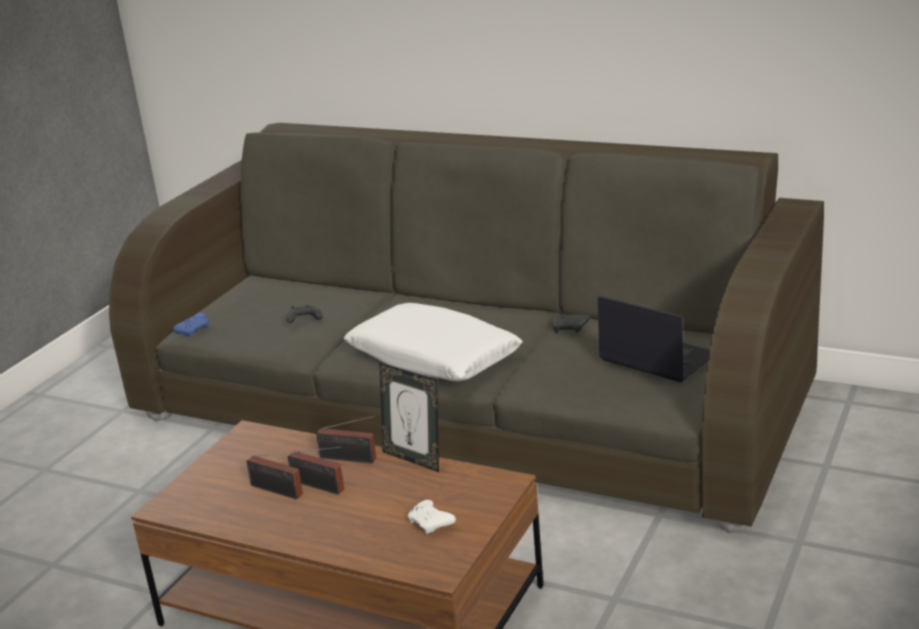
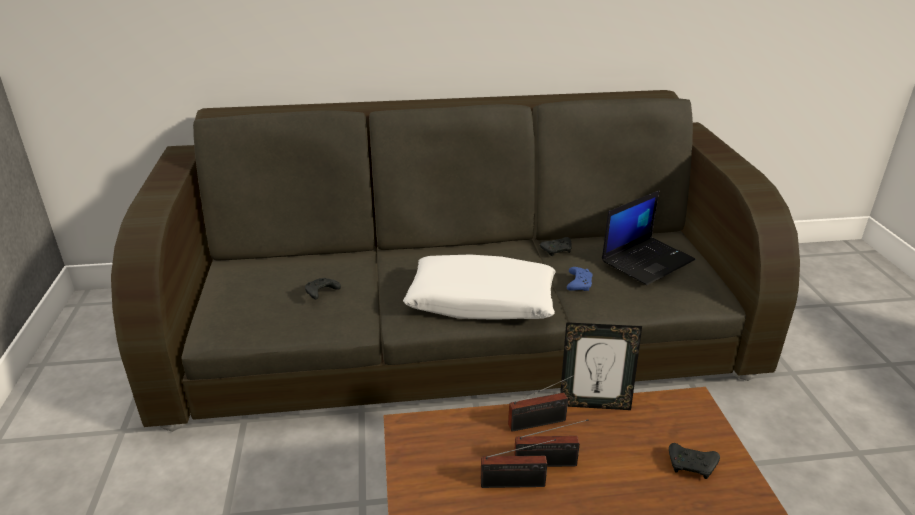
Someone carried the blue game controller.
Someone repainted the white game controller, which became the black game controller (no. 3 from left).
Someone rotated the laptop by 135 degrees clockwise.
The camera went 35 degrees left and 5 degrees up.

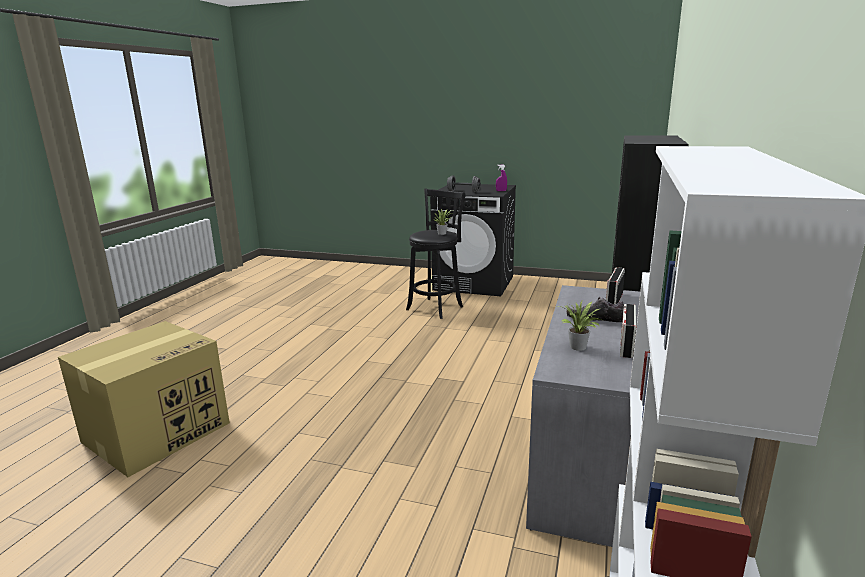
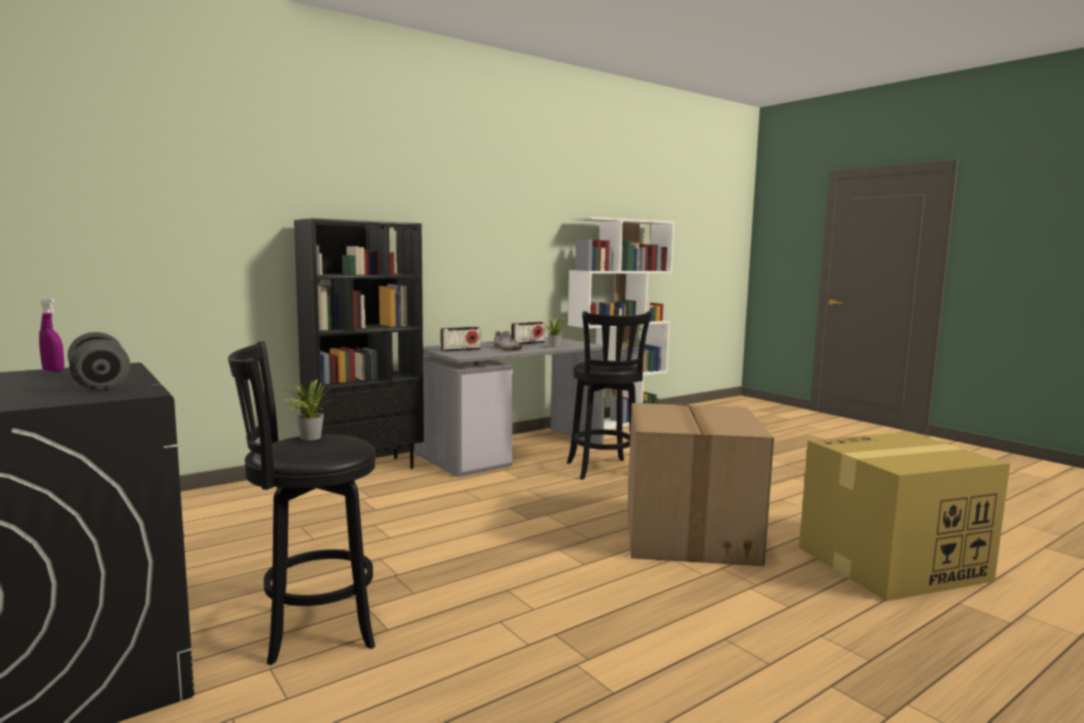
Someone put down the black stool (no. 2 from left).
Someone put down the cardboard box (no. 1 from left).
The camera went 145 degrees left and 10 degrees down.

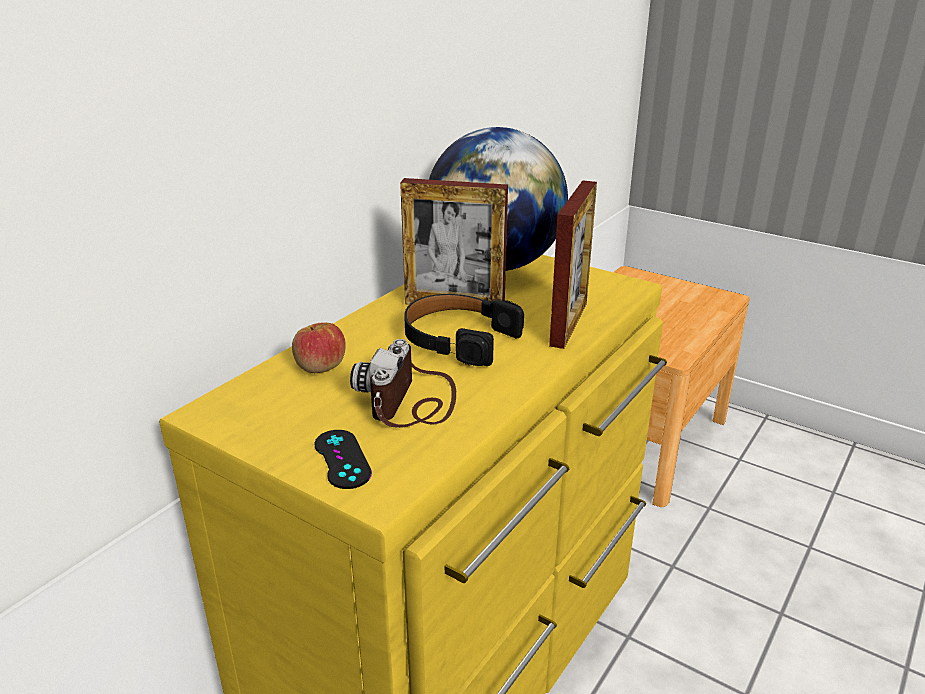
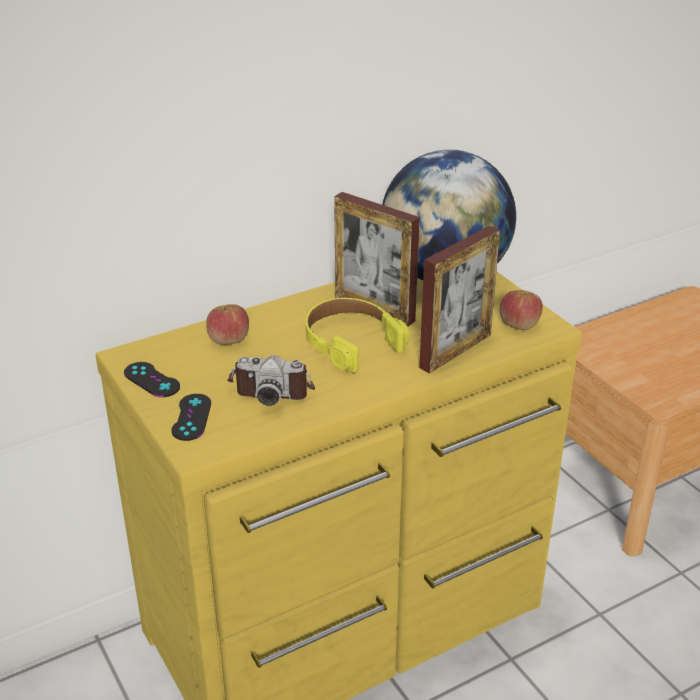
Someone rotated the photo camera by 120 degrees counterclockwise.
Someone repainted the black headphones, which became the yellow headphones.
Someone put down the black game controller (no. 1 from left).
Someone put down the apple (no. 2 from left).
The camera went 25 degrees right and 5 degrees up.

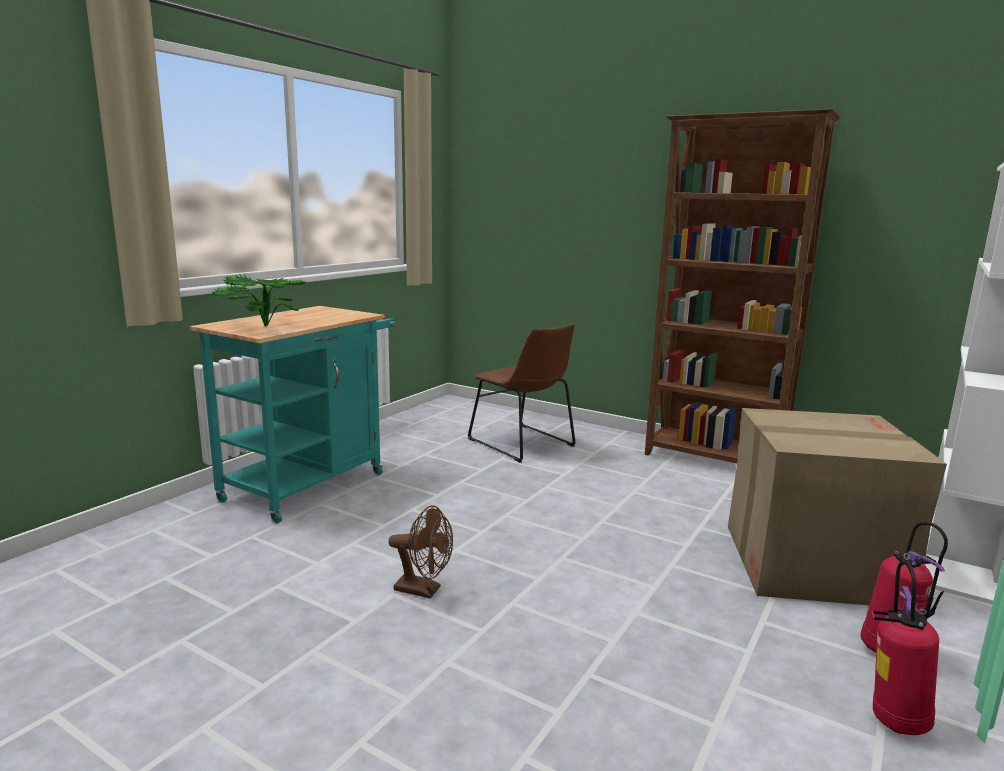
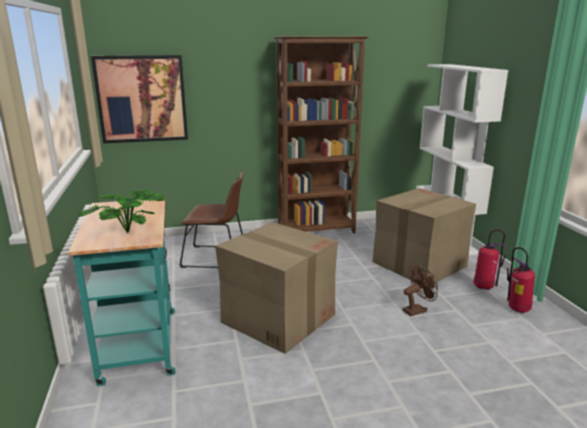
Someone carried the brown fan.
Someone put up the picture.
Someone put down the cardboard box (no. 1 from left).
The camera went 45 degrees left and 5 degrees up.

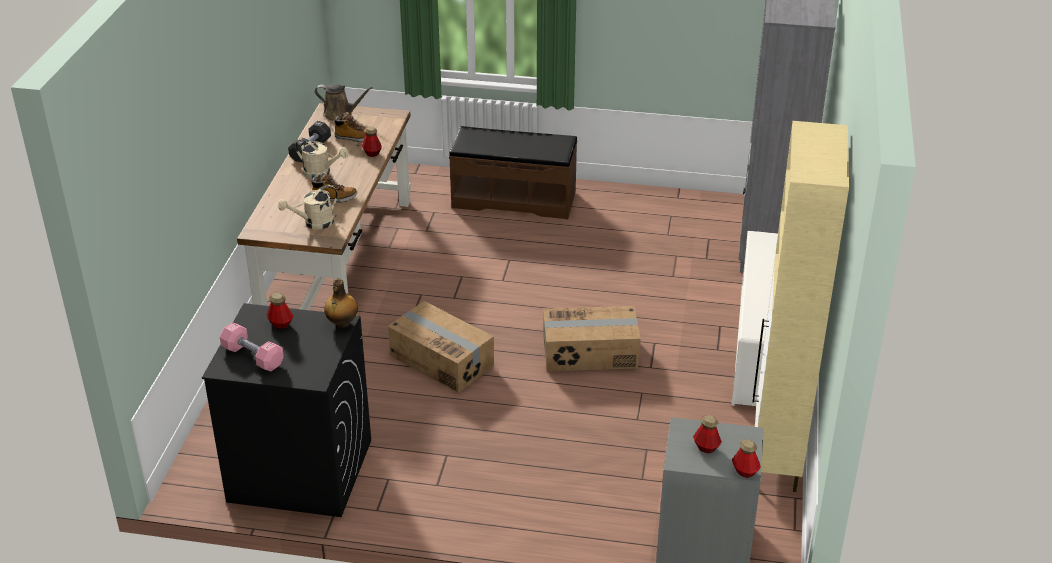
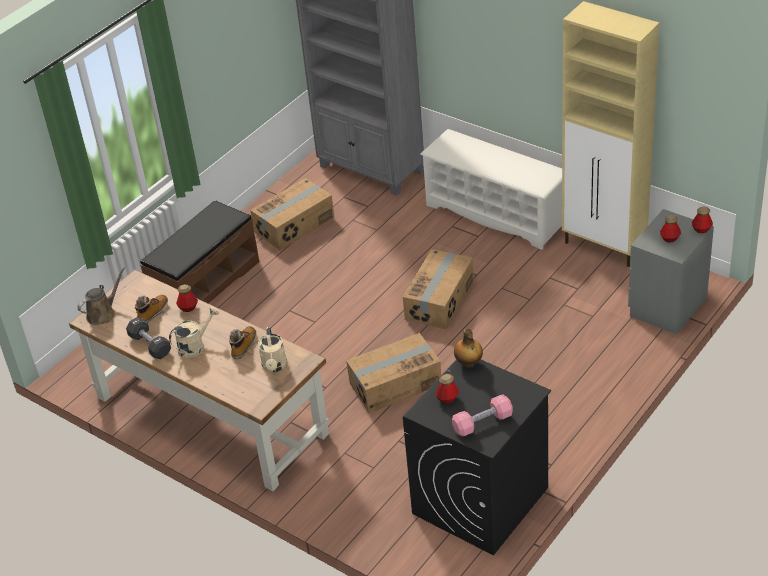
Someone put down the cardboard box (no. 1 from left).
The camera went 60 degrees left and 5 degrees up.

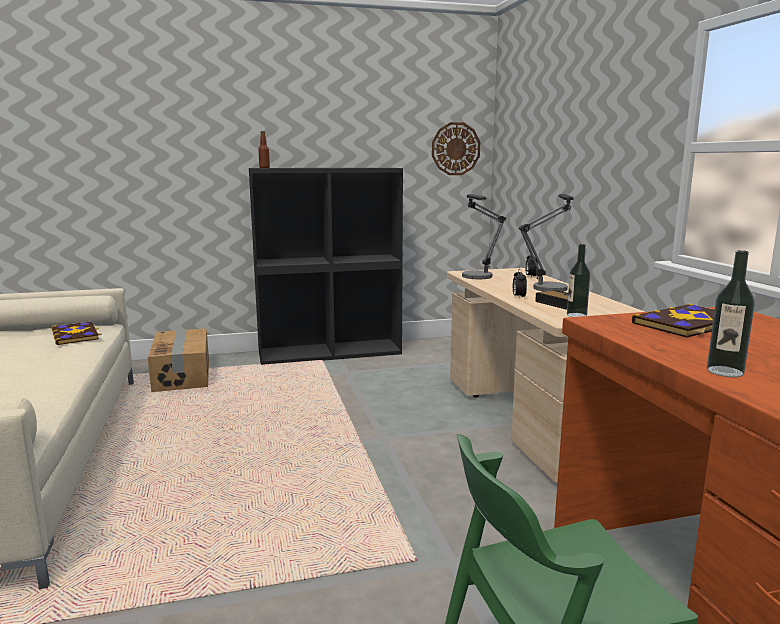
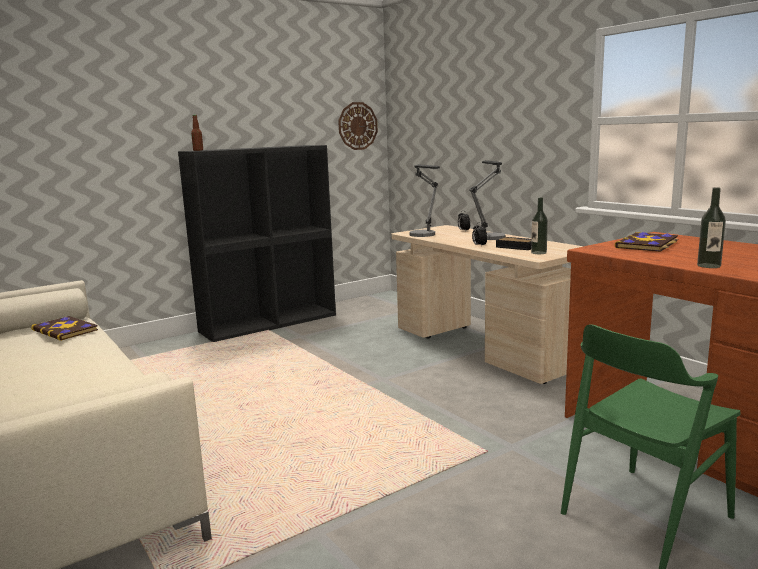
Someone took away the cardboard box.
The camera went 20 degrees left and 0 degrees up.

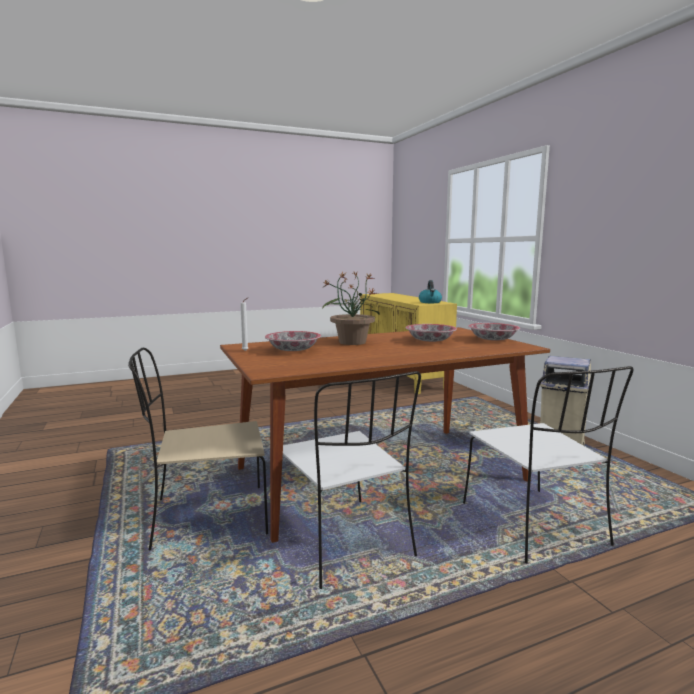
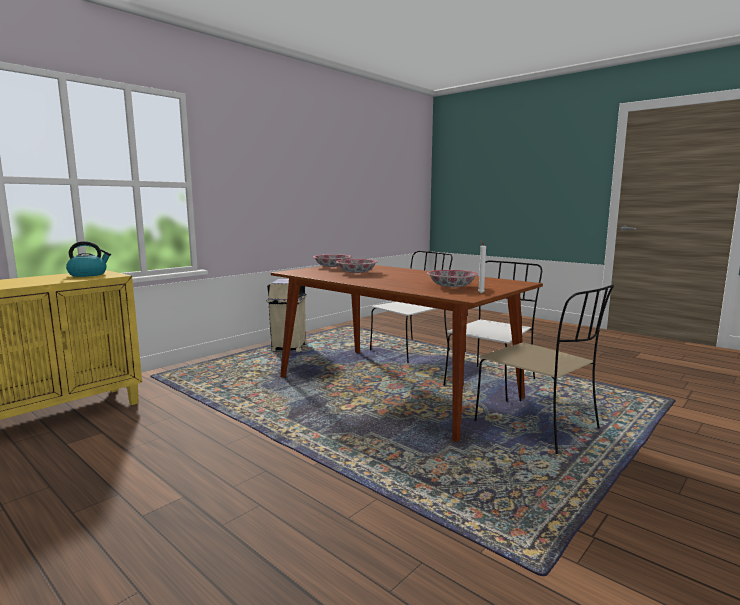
Someone took away the potted plant.
The camera went 115 degrees left and 0 degrees up.

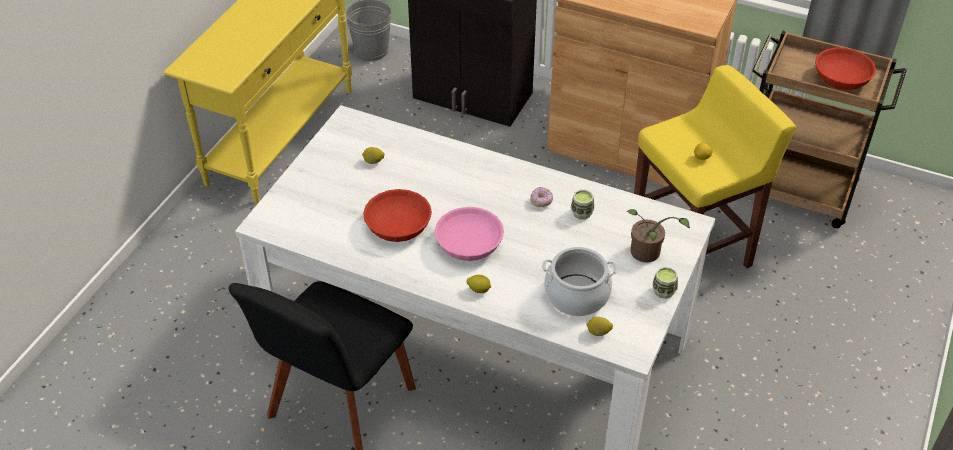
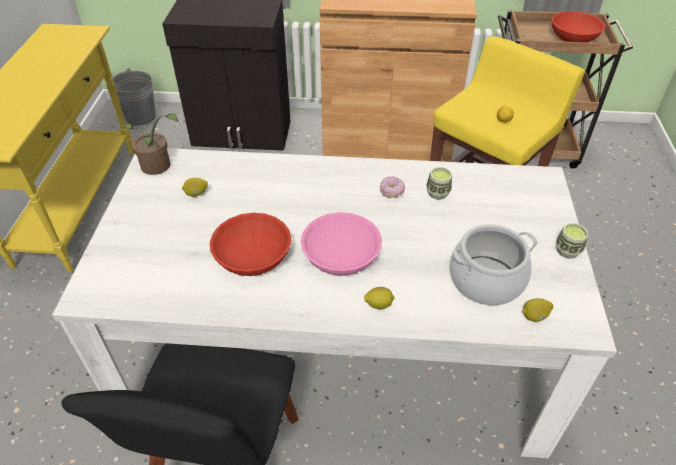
Someone carried the potted plant.
The camera went 20 degrees left and 0 degrees up.

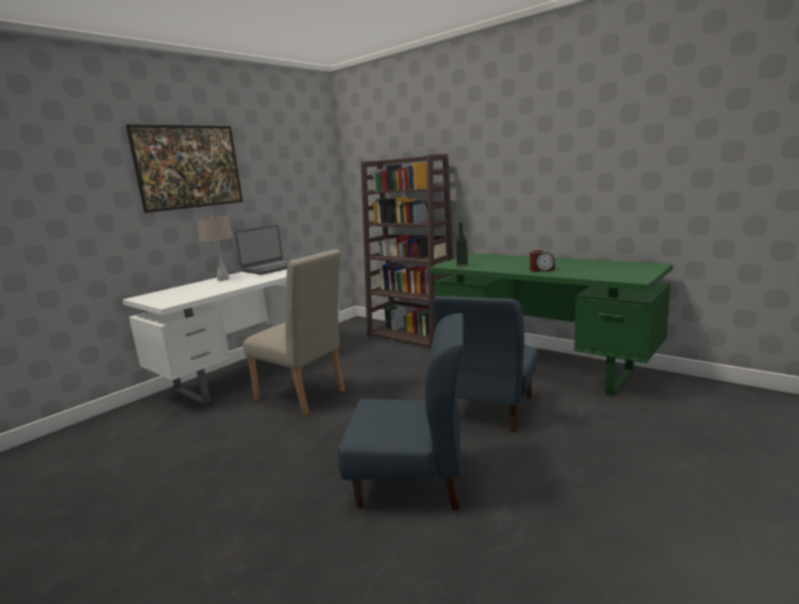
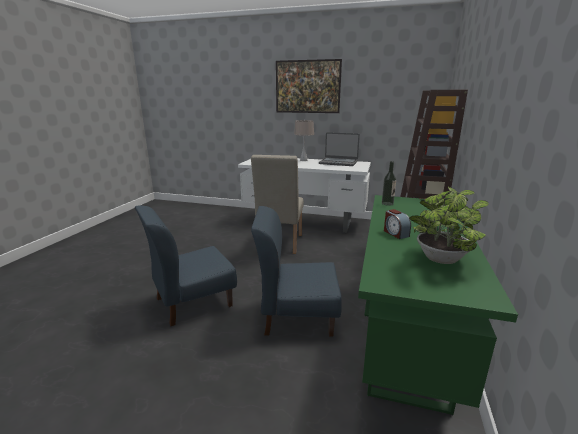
Someone rotated the blue chair (no. 1 from left) by 75 degrees clockwise.
Someone put down the potted plant.
The camera went 65 degrees right and 5 degrees up.

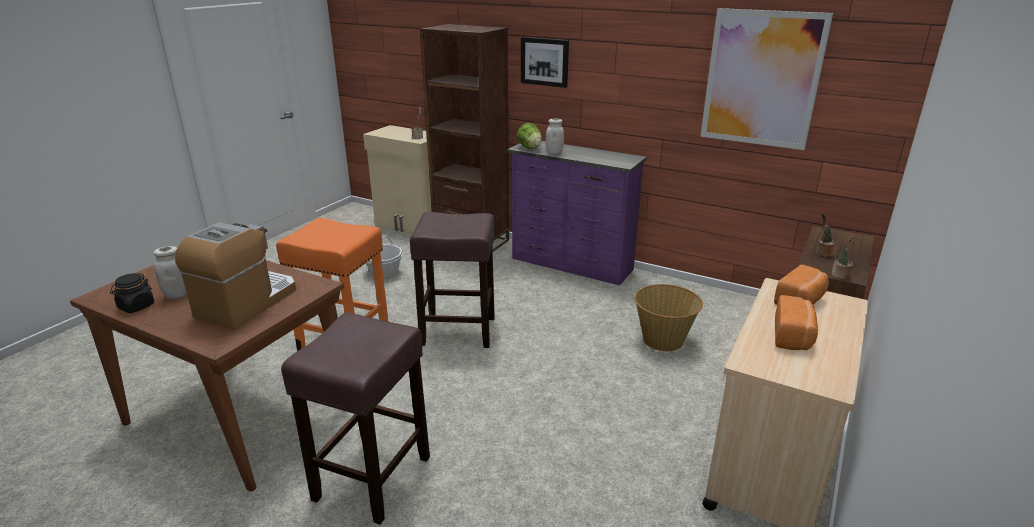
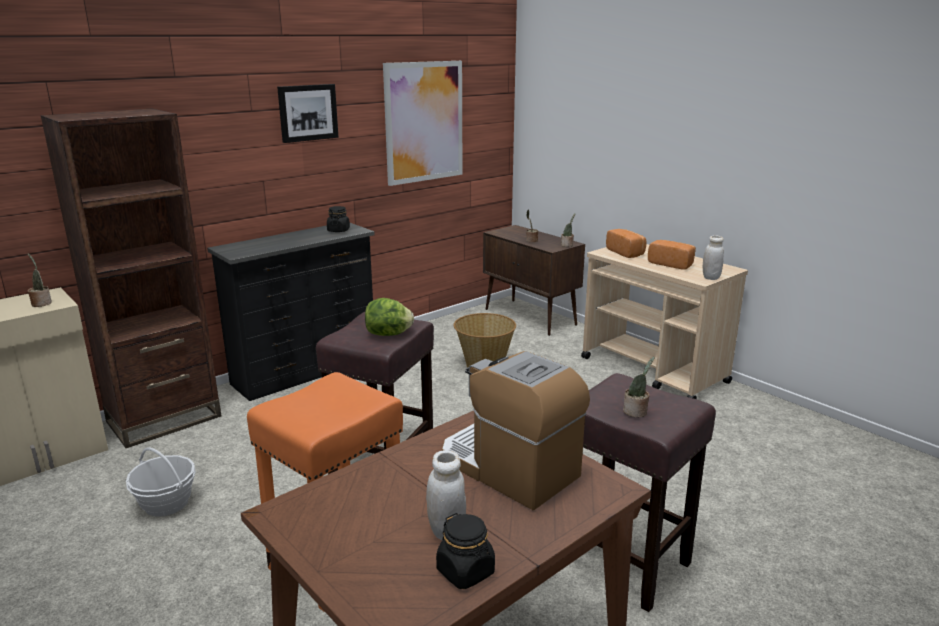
Someone repainted the purple dresser, which became the black dresser.
Someone carried the lettuce.
Someone carried the picture (no. 1 from left).
Someone carried the white jar (no. 2 from left).
Someone put down the black jar (no. 1 from left).
Someone put down the potted plant (no. 4 from left).
The camera went 70 degrees left and 5 degrees down.

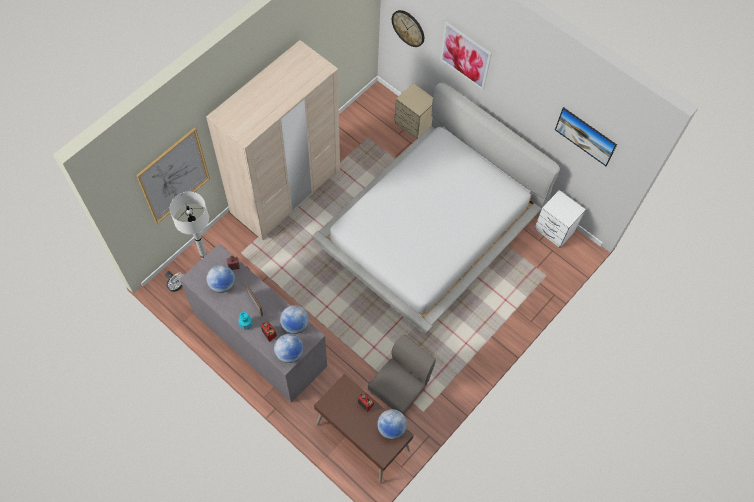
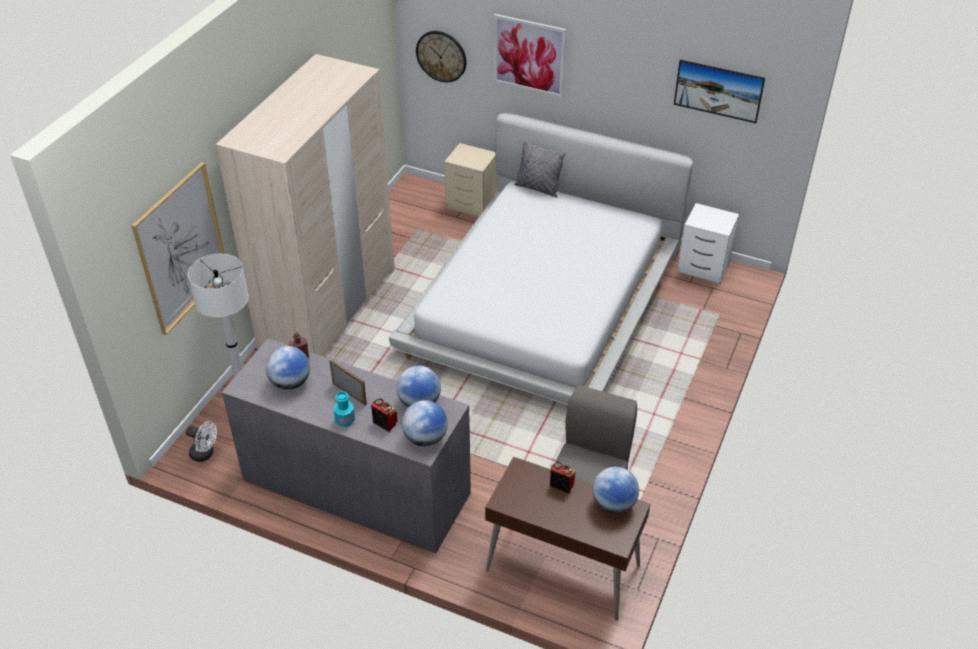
Someone put down the grey pillow.
The camera went 15 degrees left and 20 degrees down.

